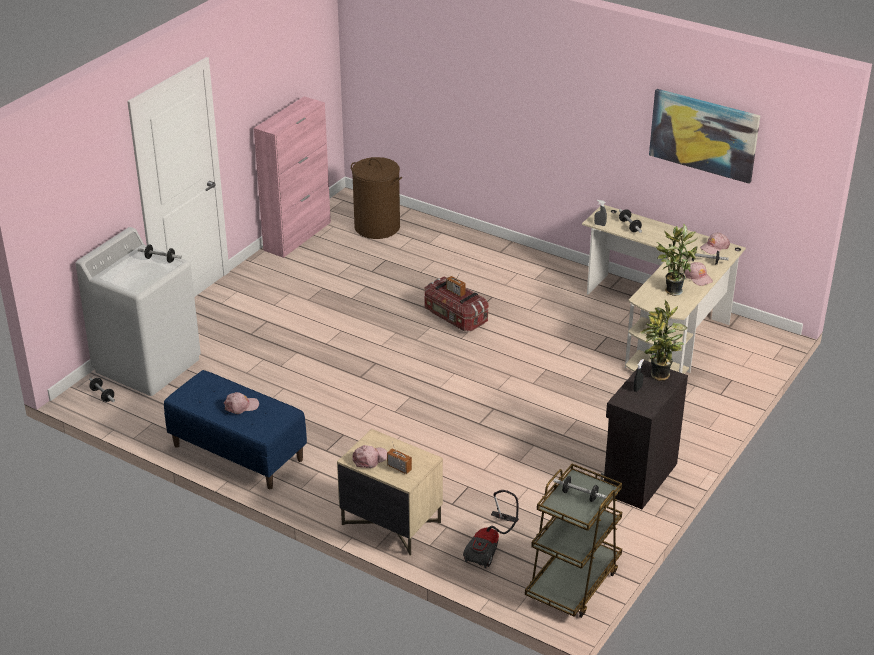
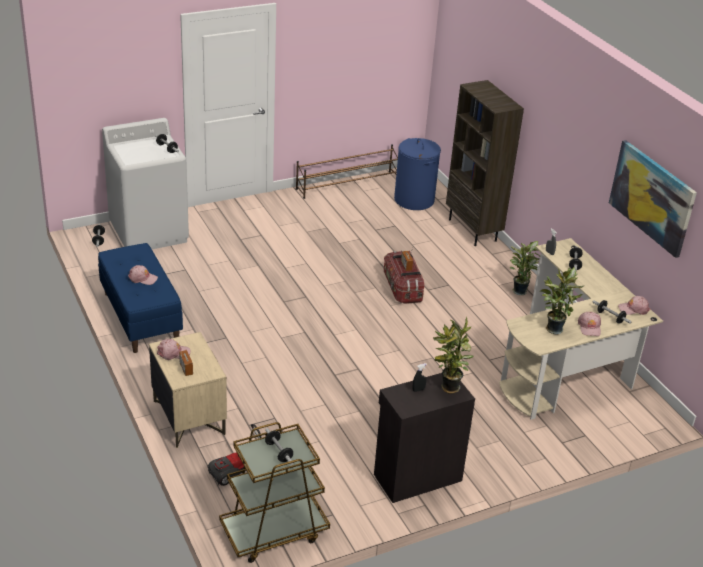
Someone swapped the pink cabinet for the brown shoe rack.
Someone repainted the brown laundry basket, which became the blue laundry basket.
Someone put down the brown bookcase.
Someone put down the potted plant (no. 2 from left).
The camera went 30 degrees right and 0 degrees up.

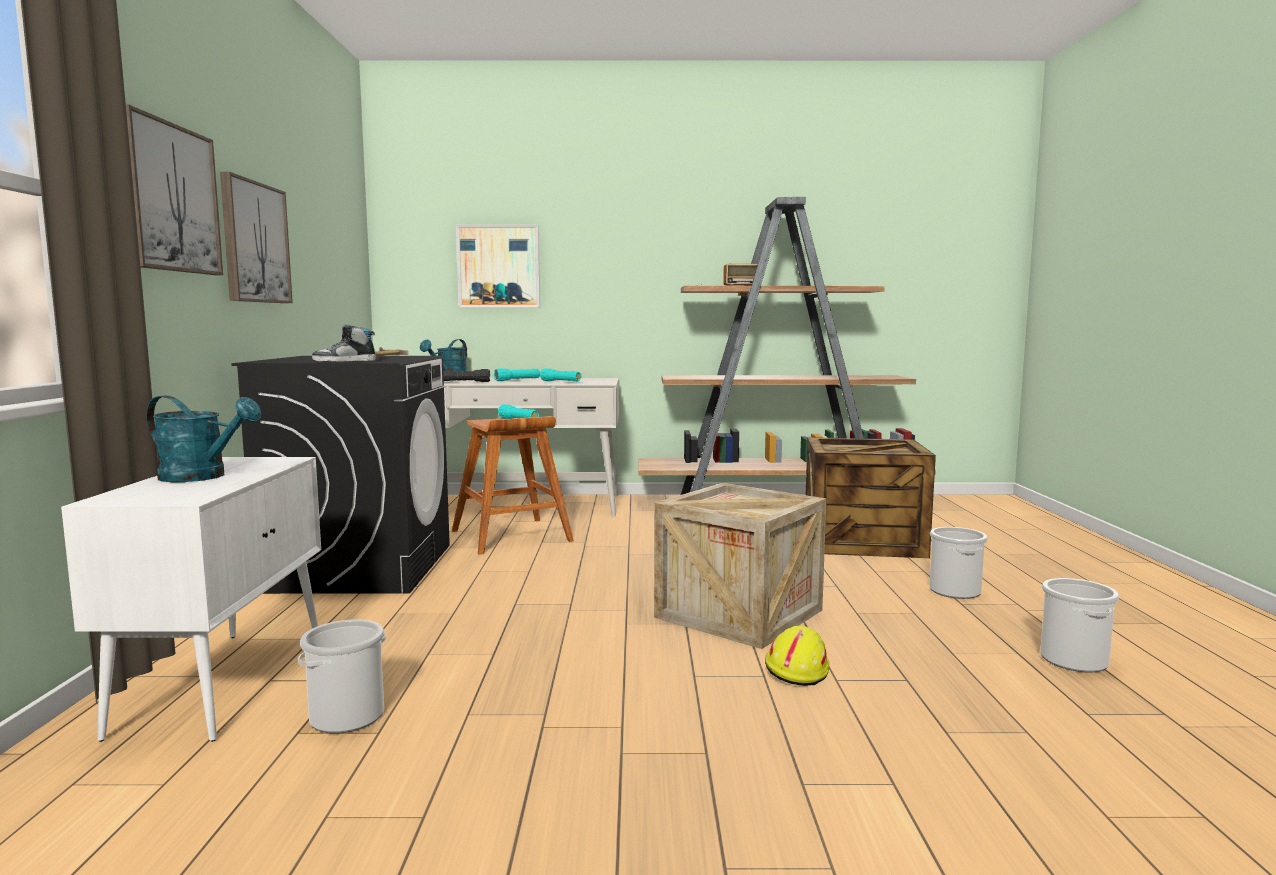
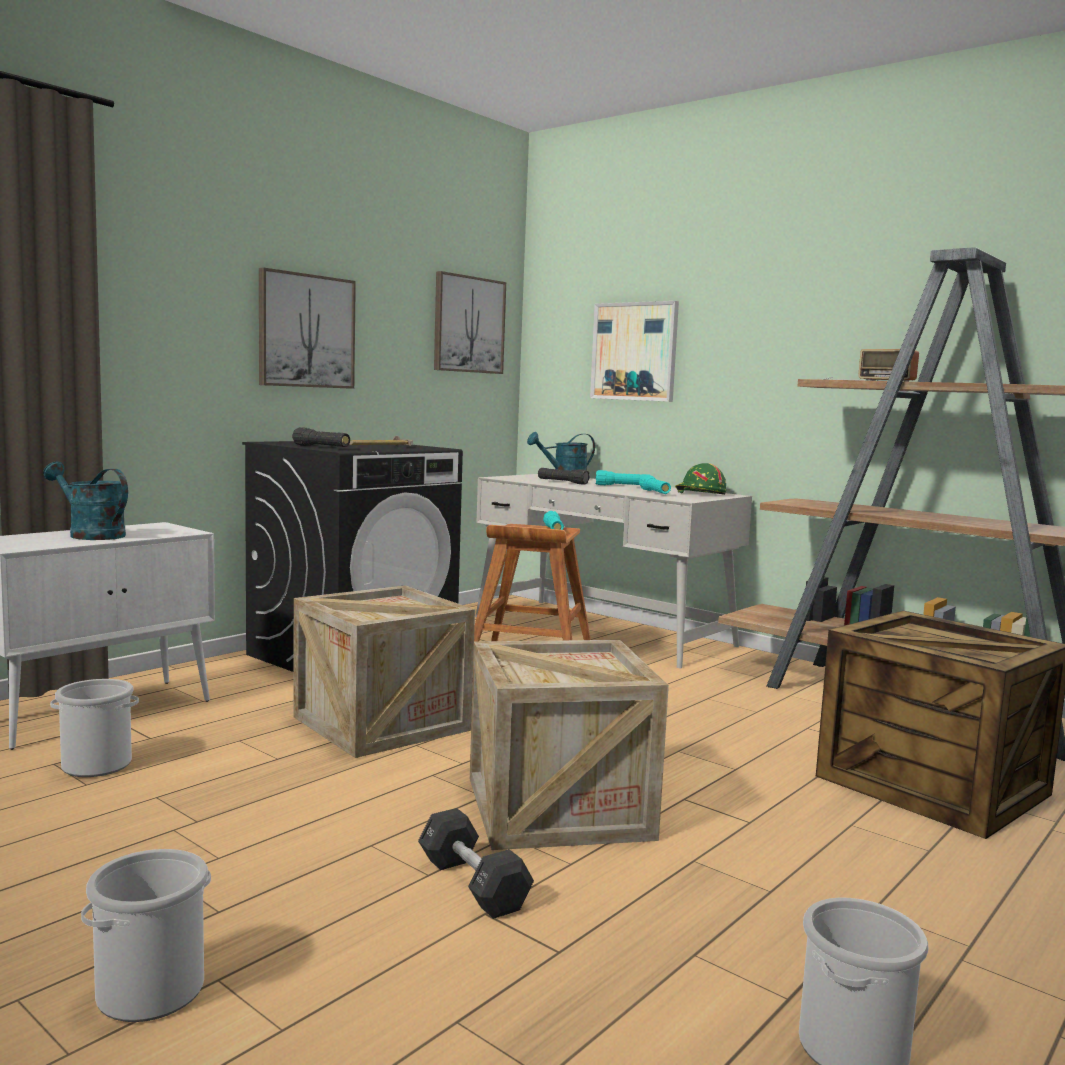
Someone carried the picture (no. 1 from left in the first image).
Someone rotated the turquoise watering can (no. 1 from left) by 150 degrees clockwise.
Someone swapped the shoe for the black flashlight (no. 1 from left).
Someone swapped the yellow hard hat for the black dumbbell.
Someone carried the bucket (no. 2 from left).
Someone put down the crate (no. 1 from left).
Someone put down the green hard hat.
The camera went 40 degrees right and 0 degrees up.

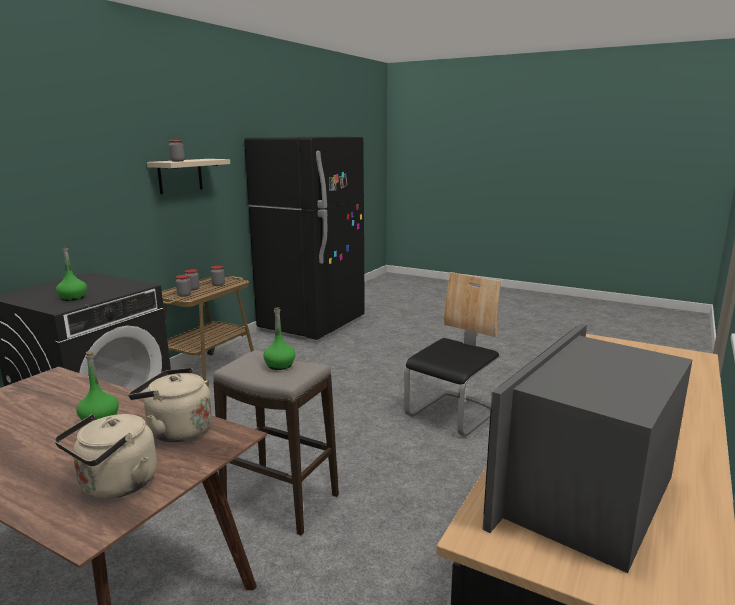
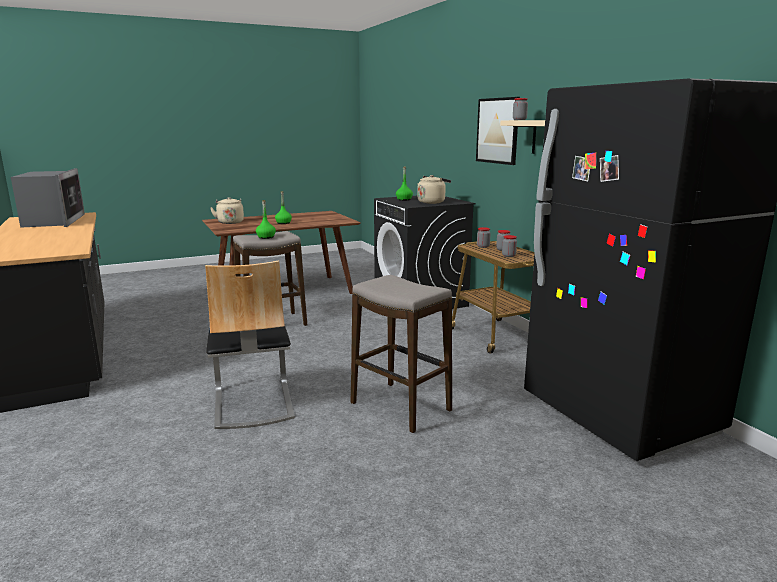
Someone carried the beige kettle (no. 2 from left).
Someone put down the stool (no. 2 from left).
Someone put up the picture.
The camera went 125 degrees right and 0 degrees up.

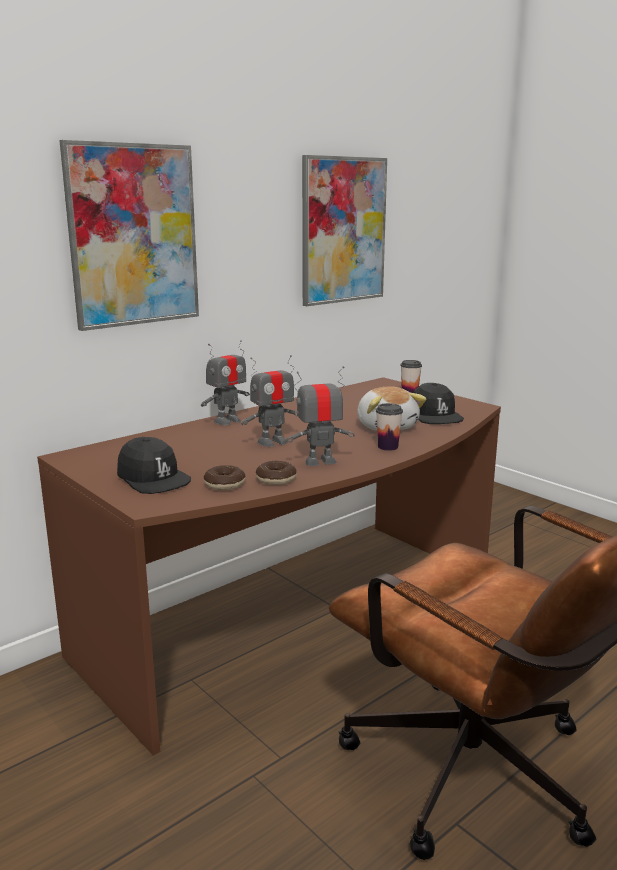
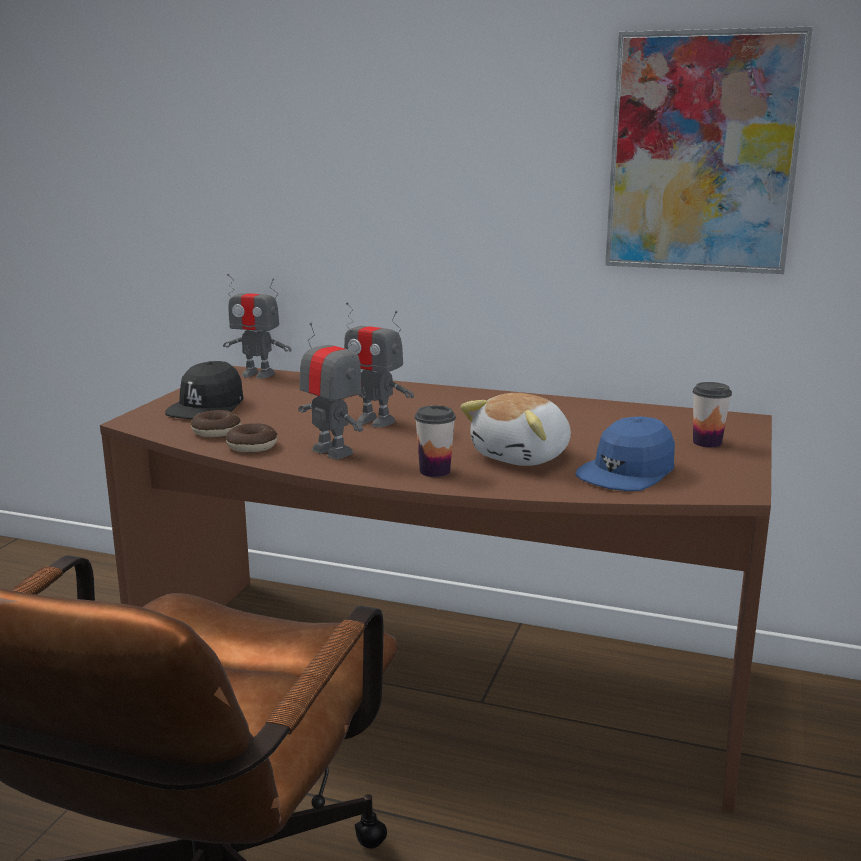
Someone took away the picture (no. 1 from left).
Someone carried the toy robot (no. 1 from left).
Someone repainted the black cap (no. 2 from left), which became the blue cap.
The camera went 60 degrees right and 0 degrees up.

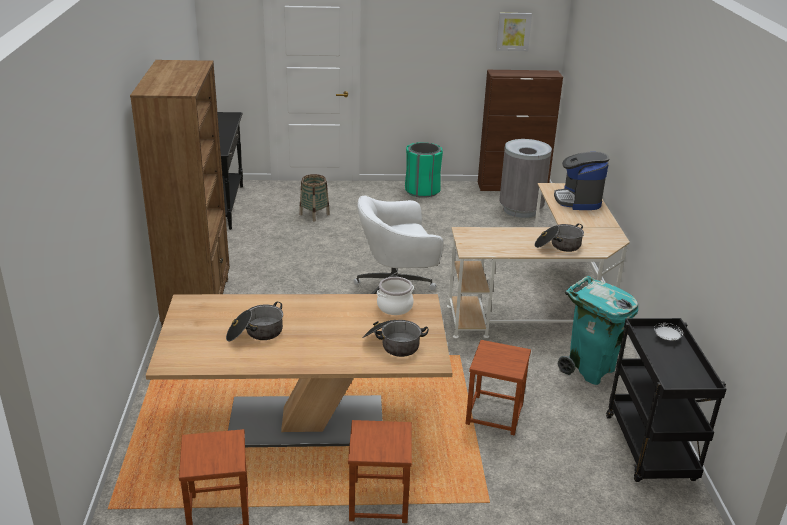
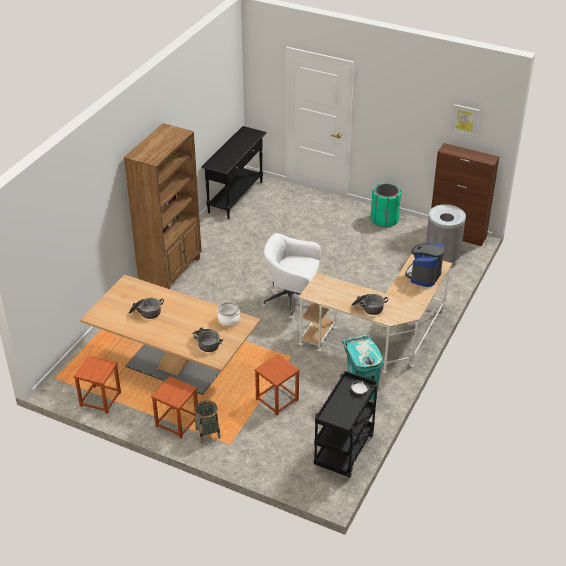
Someone carried the basket.
The camera went 30 degrees right and 10 degrees up.

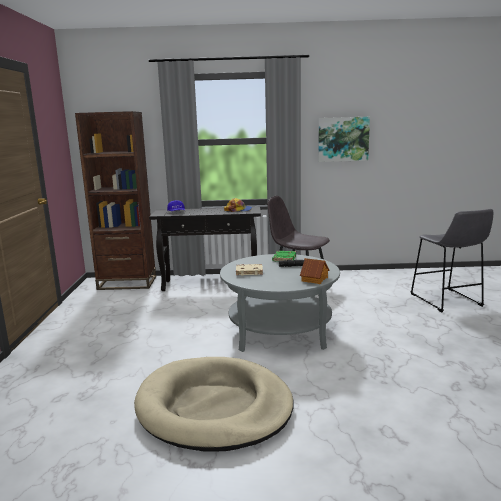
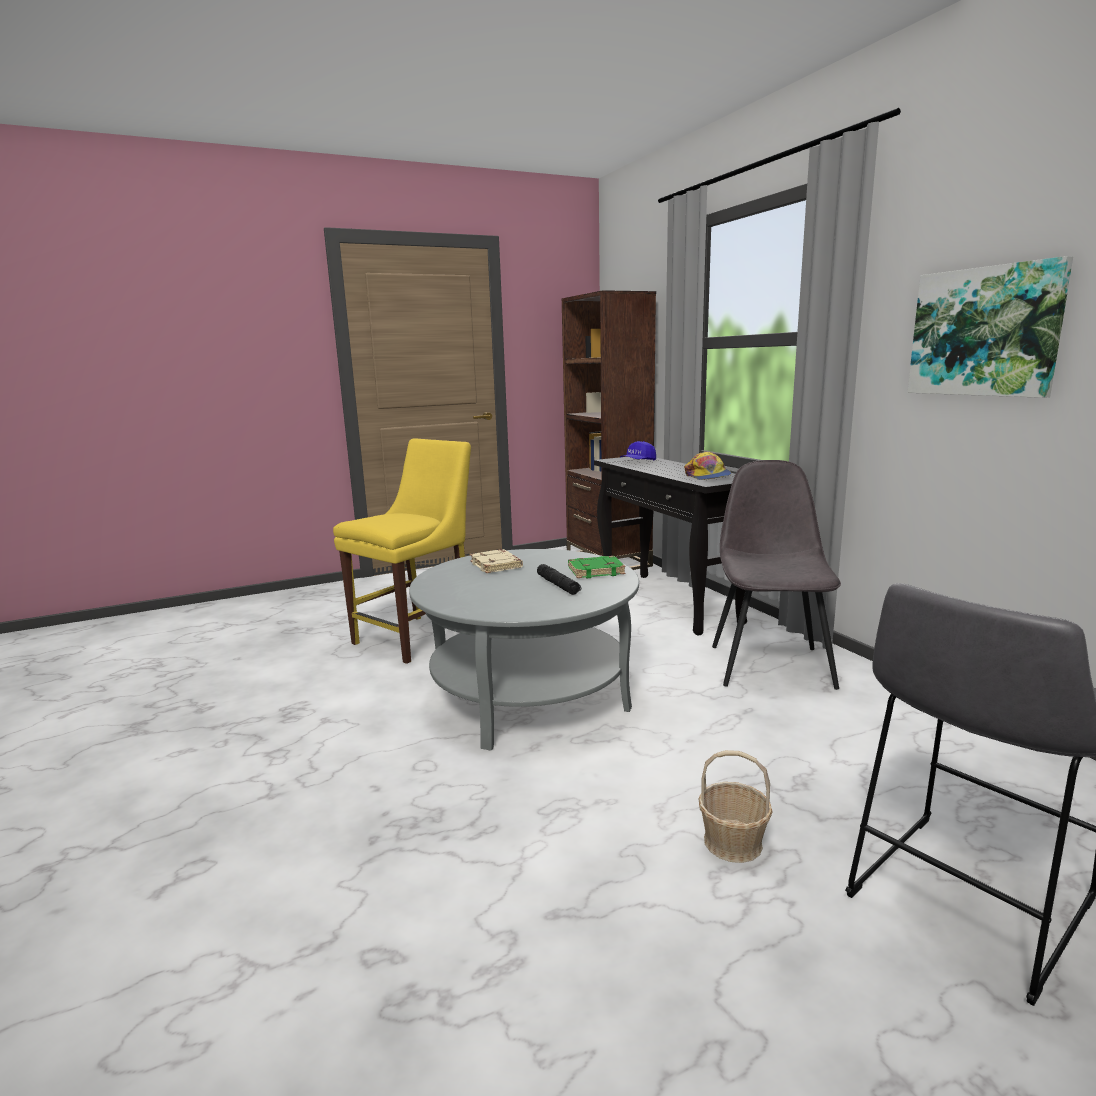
Someone took away the beige dog bed.
Someone took away the toy house.
Someone put down the yellow chair.
Someone put down the basket.
The camera went 65 degrees right and 0 degrees up.

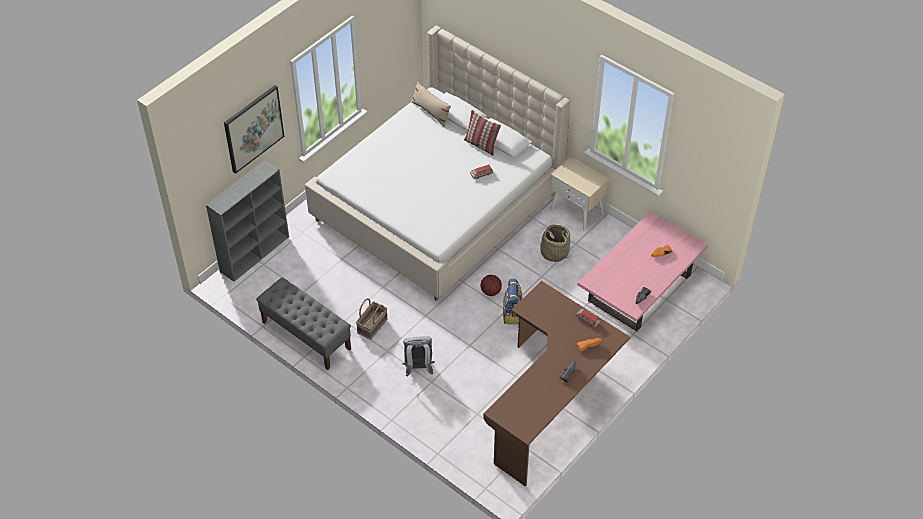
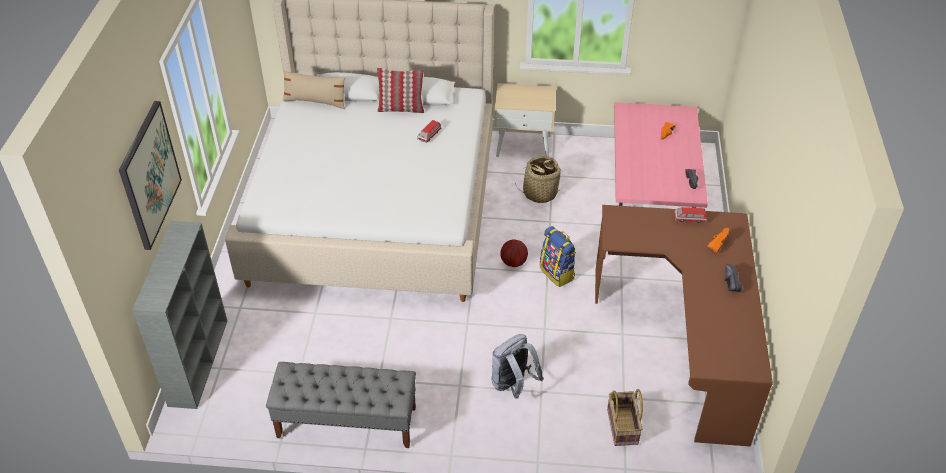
Someone carried the basket (no. 1 from left in the first image).
The camera went 35 degrees left and 5 degrees down.

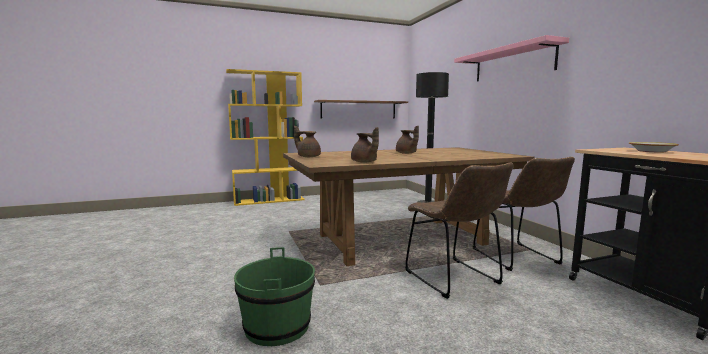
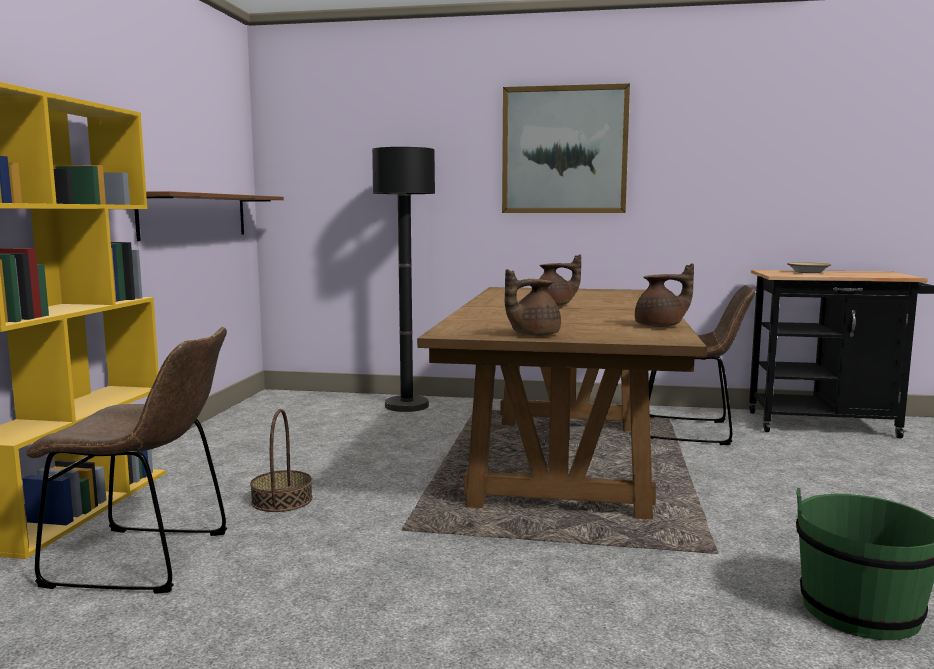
Someone carried the brown chair (no. 1 from left).
Someone swapped the pink shelf for the picture.
Someone put down the basket.
The camera went 60 degrees left and 0 degrees up.

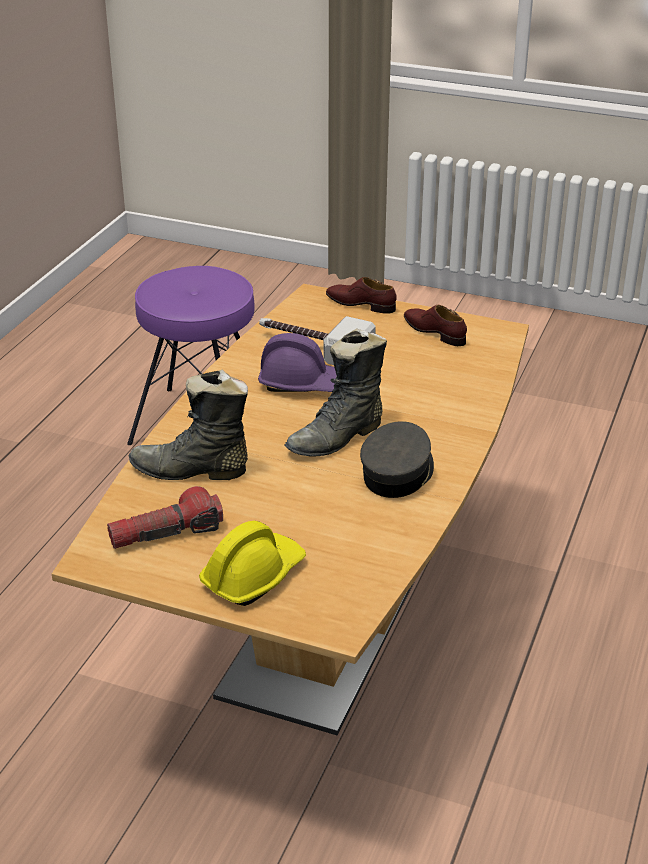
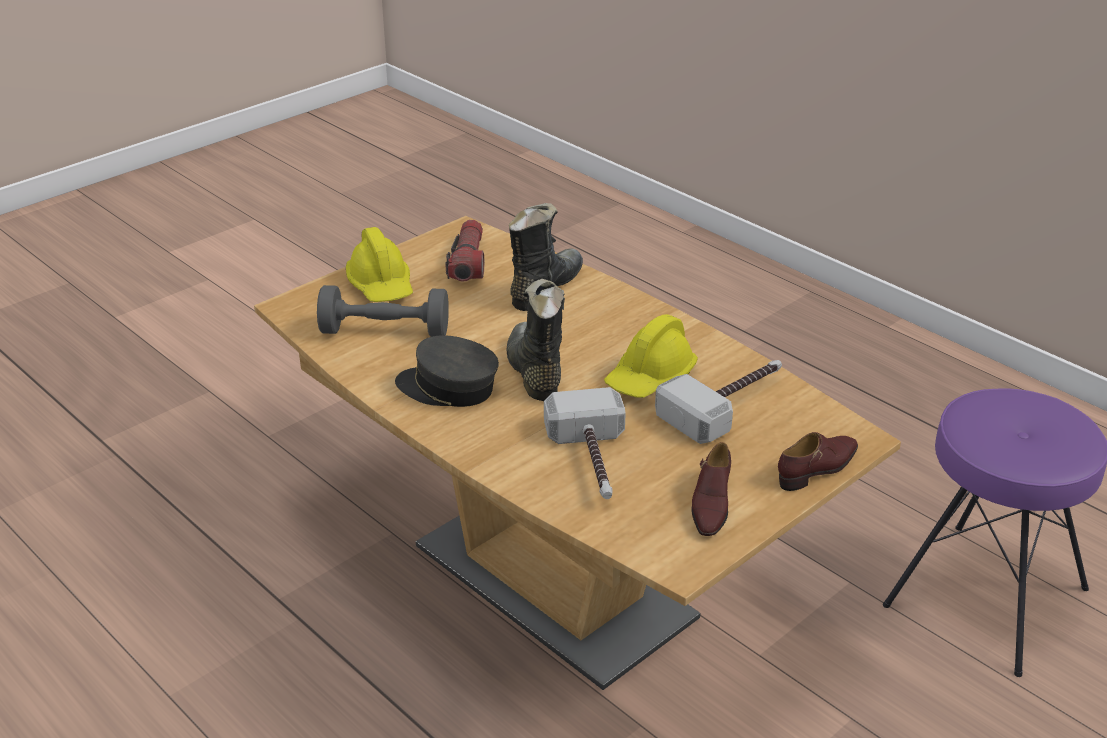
Someone repainted the purple hard hat, which became the yellow hard hat (no. 2 from left).
Someone rotated the grey cap by 150 degrees clockwise.
Someone rotated the brown shoe (no. 2 from left in the first image) by 120 degrees clockwise.
Someone put down the grey dumbbell.
Someone put down the hammer (no. 1 from left).
The camera went 115 degrees right and 0 degrees up.

